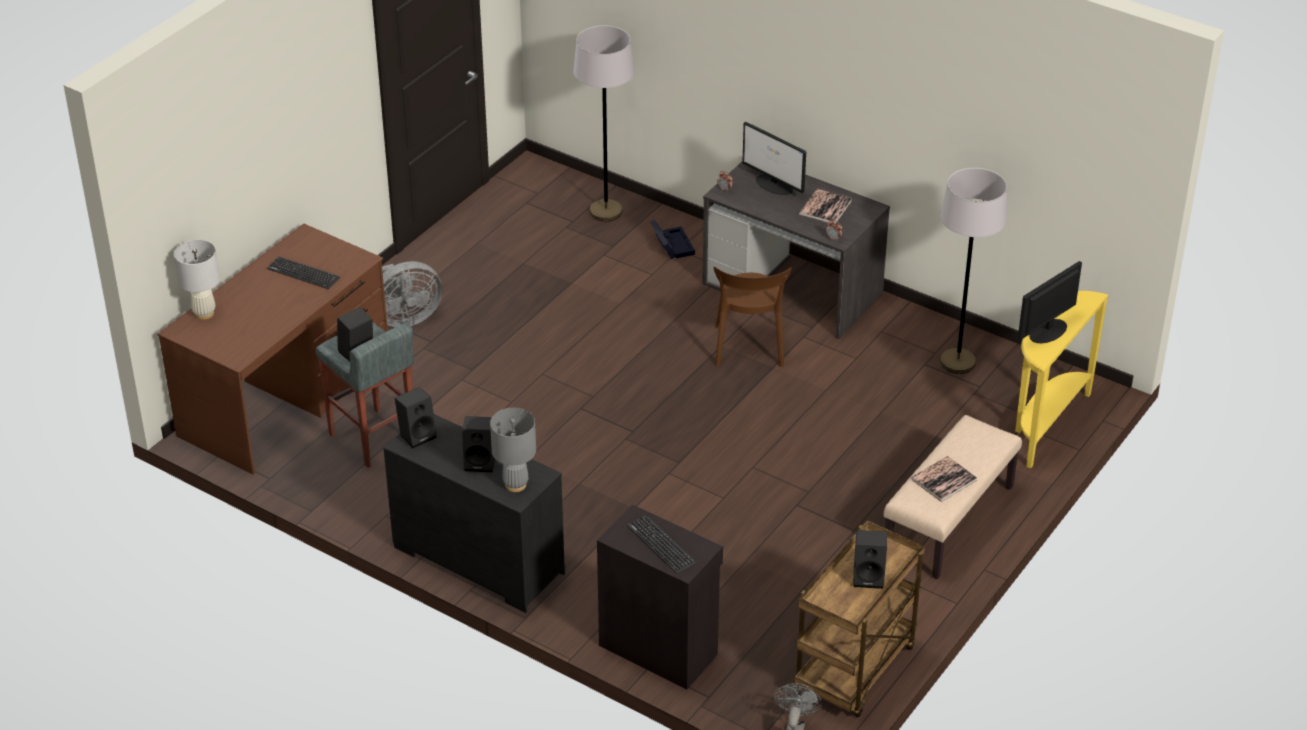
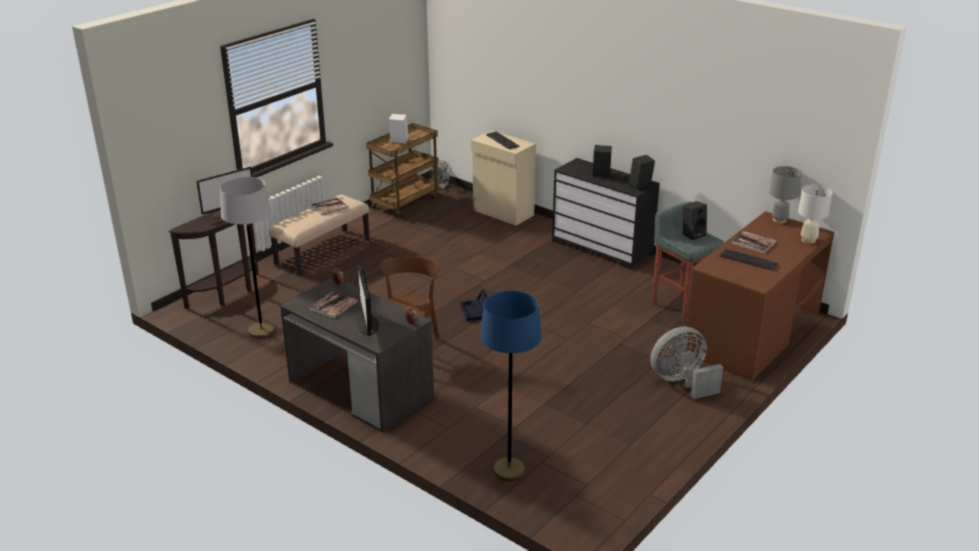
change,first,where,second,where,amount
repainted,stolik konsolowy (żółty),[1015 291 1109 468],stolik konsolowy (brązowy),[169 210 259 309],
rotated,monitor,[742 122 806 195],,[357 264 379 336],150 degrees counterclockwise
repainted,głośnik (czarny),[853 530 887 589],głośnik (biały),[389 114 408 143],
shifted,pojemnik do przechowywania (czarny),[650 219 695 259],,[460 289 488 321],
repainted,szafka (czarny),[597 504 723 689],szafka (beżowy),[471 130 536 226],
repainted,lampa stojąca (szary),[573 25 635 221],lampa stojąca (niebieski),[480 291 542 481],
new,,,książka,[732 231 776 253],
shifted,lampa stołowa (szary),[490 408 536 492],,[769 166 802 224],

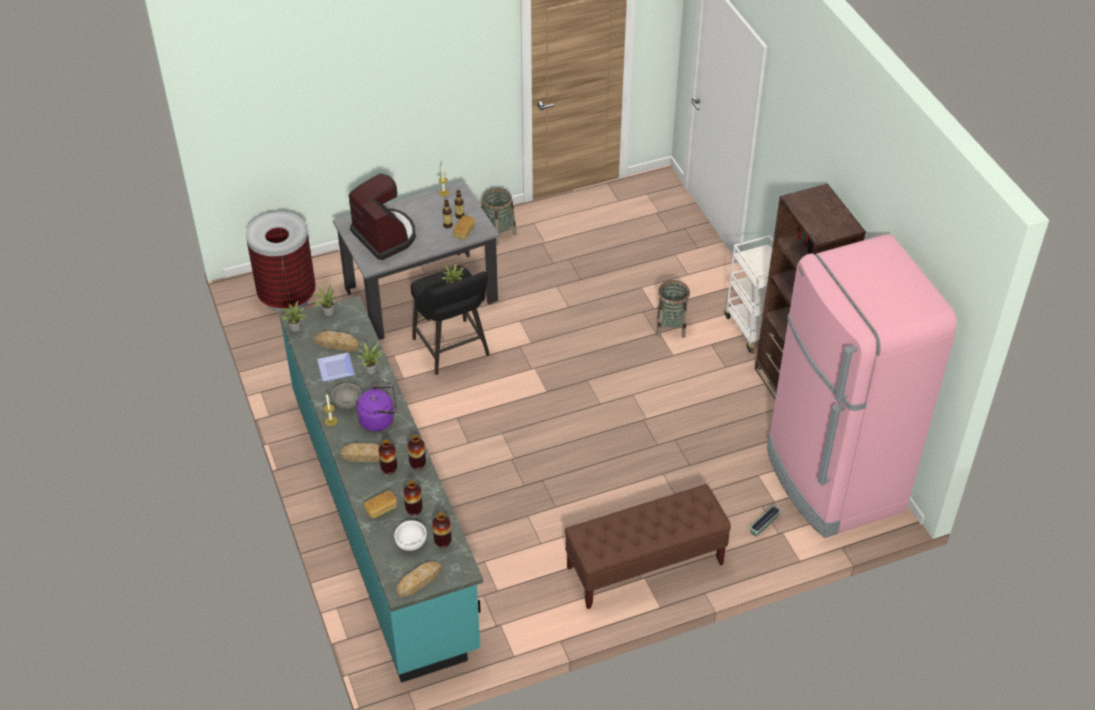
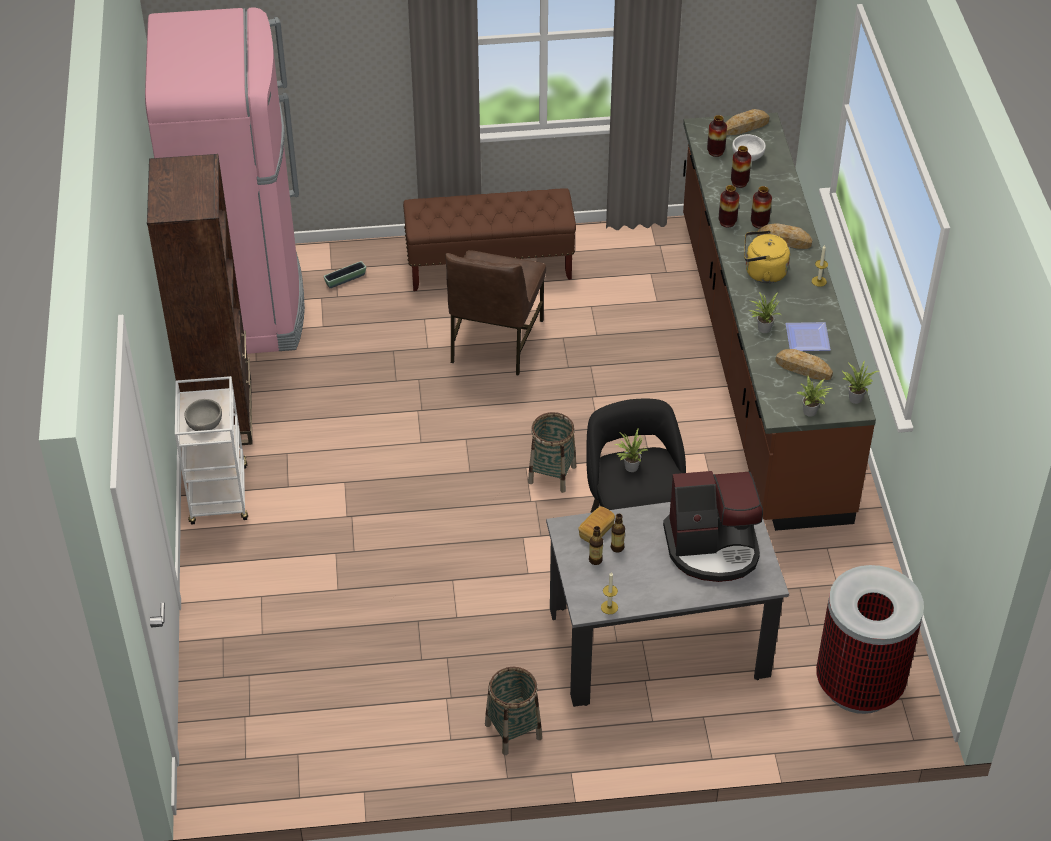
change,first,where,second,where,amount
shifted,miska (szary),[332 383 362 409],,[184 399 222 431],
new,,,krzesło (brązowy),[445 250 546 376],
shifted,koszyk,[656 280 690 338],,[528 412 576 493],
rotated,ekspres do kawy,[349 173 416 260],,[663 471 763 582],75 degrees counterclockwise
repainted,zabudowa kuchenna (turkusowy),[280 296 483 683],zabudowa kuchenna (brązowy),[683 113 876 531],
repainted,czajnik (fioletowy),[356 386 396 432],czajnik (żółty),[744 230 790 283],
gone,chleb,[364 490 397 518],,,

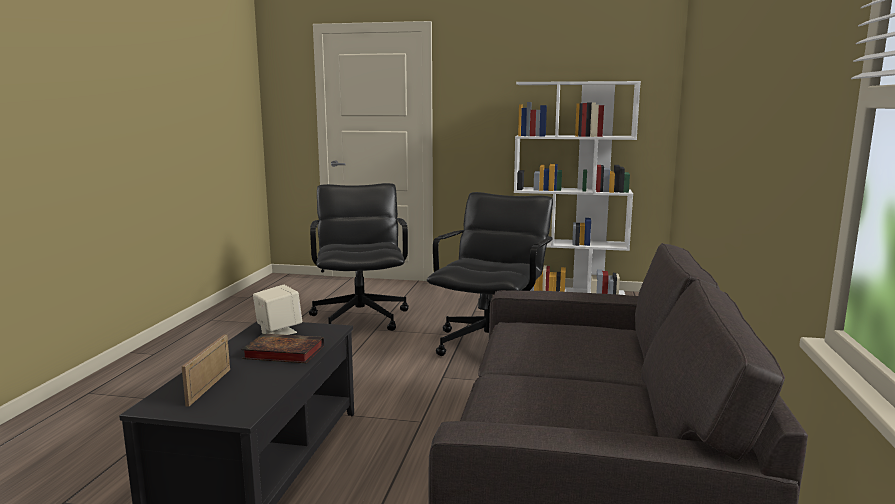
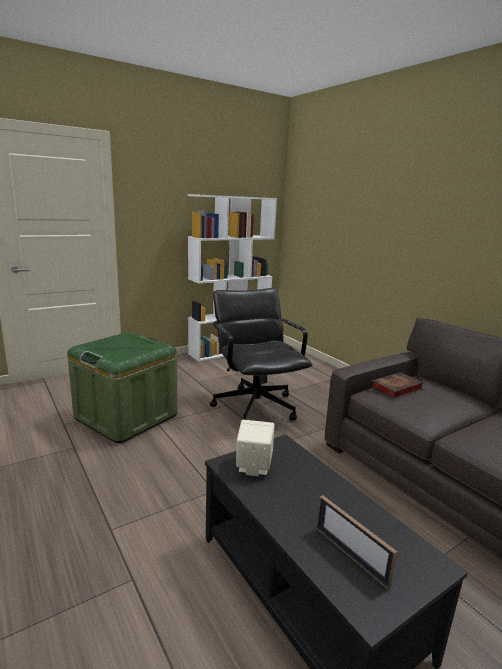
change,first,where,second,where,amount
swapped,krzesło biurowe (czarny),[309 183 409 331],pojemnik do przechowywania (zielony),[67 332 178 443],
shifted,książka,[241 333 324 363],,[371 372 424 398],

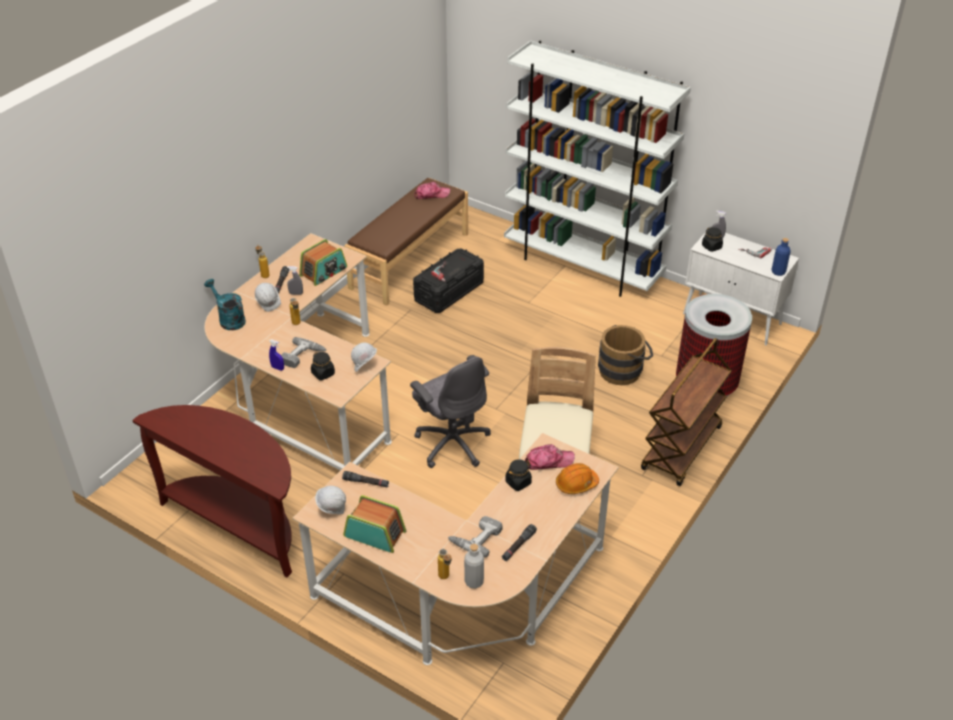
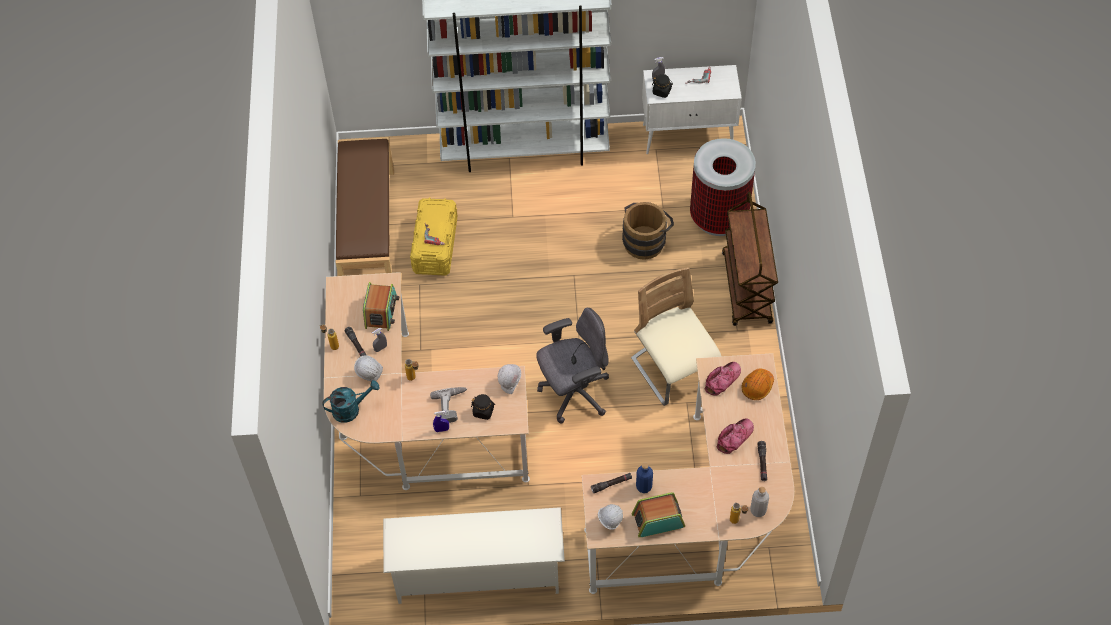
change,first,where,second,where,amount
rotated,konewka (turkusowy),[204 279 246 330],,[322 380 380 423],150 degrees clockwise
swapped,stolik konsolowy (brązowy),[132 405 292 577],regał na buty (biały),[383 507 565 604],
repainted,pojemnik do przechowywania (czarny),[413 249 484 313],pojemnik do przechowywania (żółty),[410 198 457 276],
rotated,krzesło biurowe (szary),[410 355 491 468],,[536 308 609 424],45 degrees counterclockwise
shifted,butelka (niebieski),[771 238 791 276],,[636 463 653 493],
shifted,czapka z daszkiem,[414 182 450 199],,[717 419 754 454],
gone,wiertarka,[448 516 502 557],,,
gone,słoik (czarny),[505 459 532 491],,,

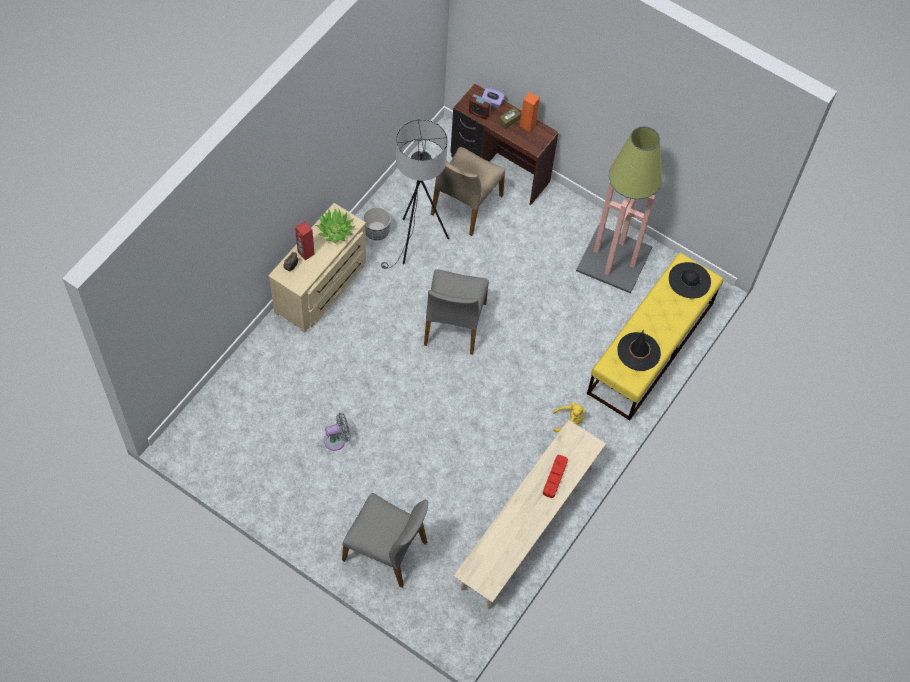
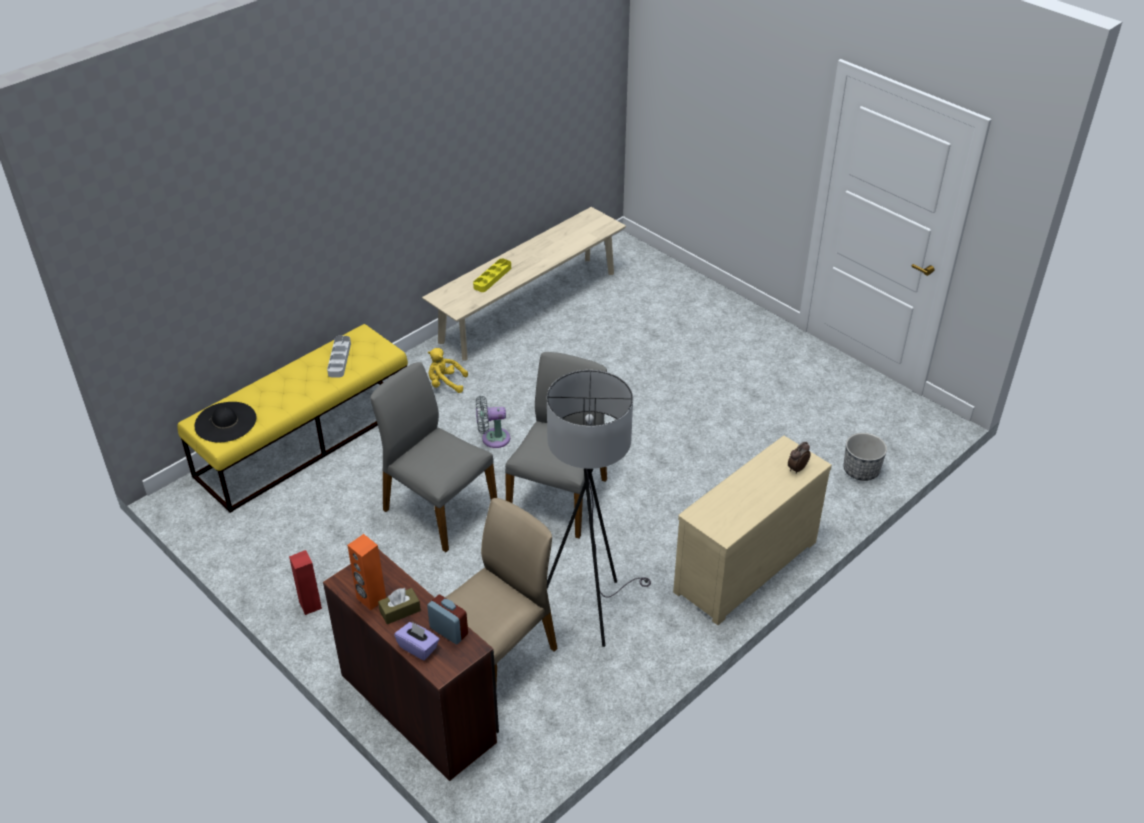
change,first,where,second,where,amount
shifted,głośnik (czerwony),[295 221 315 260],,[289 550 322 615],
swapped,kapelusz (czarny),[617 329 661 371],taca (szary),[327 336 351 377],
shifted,krzesło (szary),[342 493 428 588],,[370 362 497 552],
repainted,taca (czerwony),[543 455 568 498],taca (żółty),[473 258 511 292],
shifted,wentylator (szary),[324 413 351 451],,[476 396 510 448],
shifted,donica,[363 207 391 240],,[843 433 887 481],
gone,roślina doniczkowa,[316 208 356 243],,,
gone,lampa stojąca,[576 126 662 294],,,

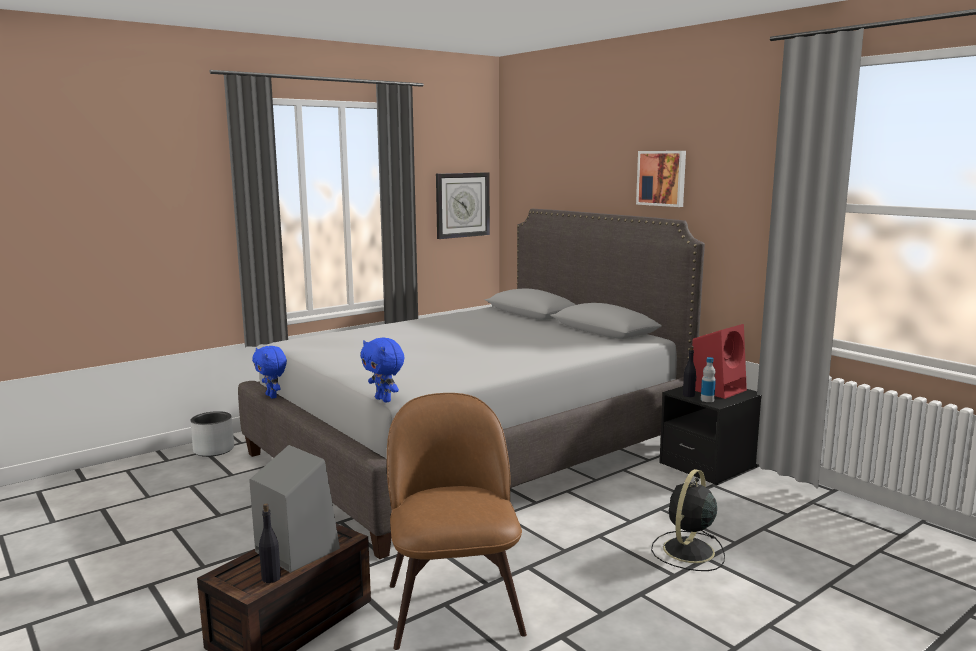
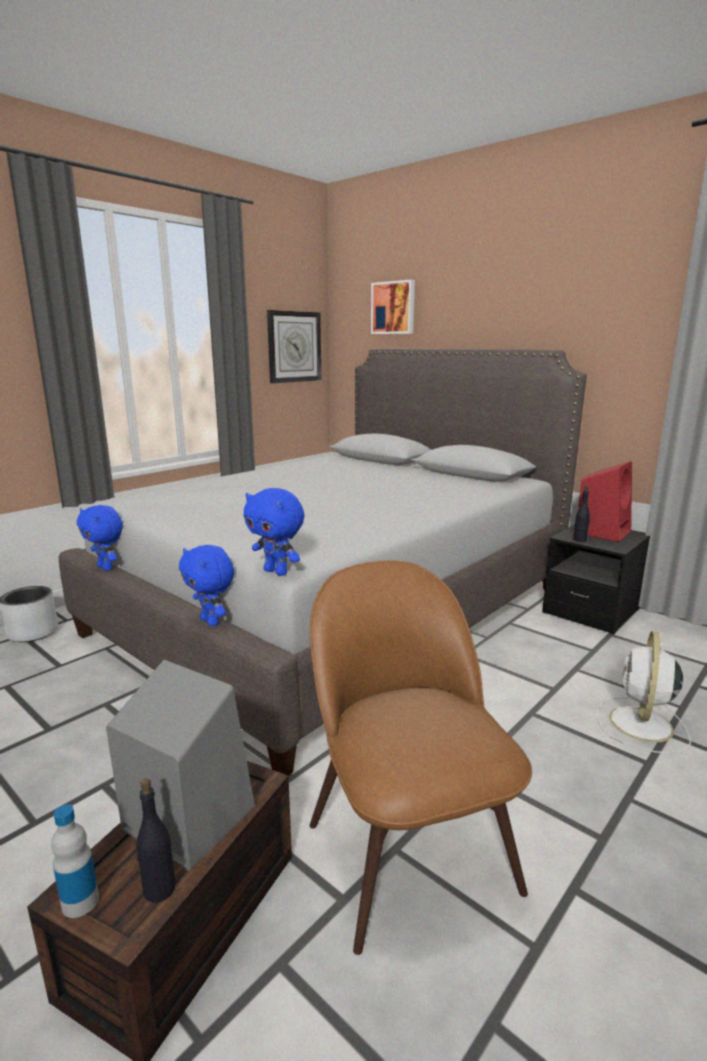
change,first,where,second,where,amount
shifted,butelka,[701 357 716 402],,[51 804 99 918],
new,,,pluszak (niebieski),[179 545 234 626],
shifted,obraz,[636 151 686 207],,[371 280 415 334],
repainted,wentylator (czarny),[651 469 725 571],wentylator (biały),[597 631 691 754],

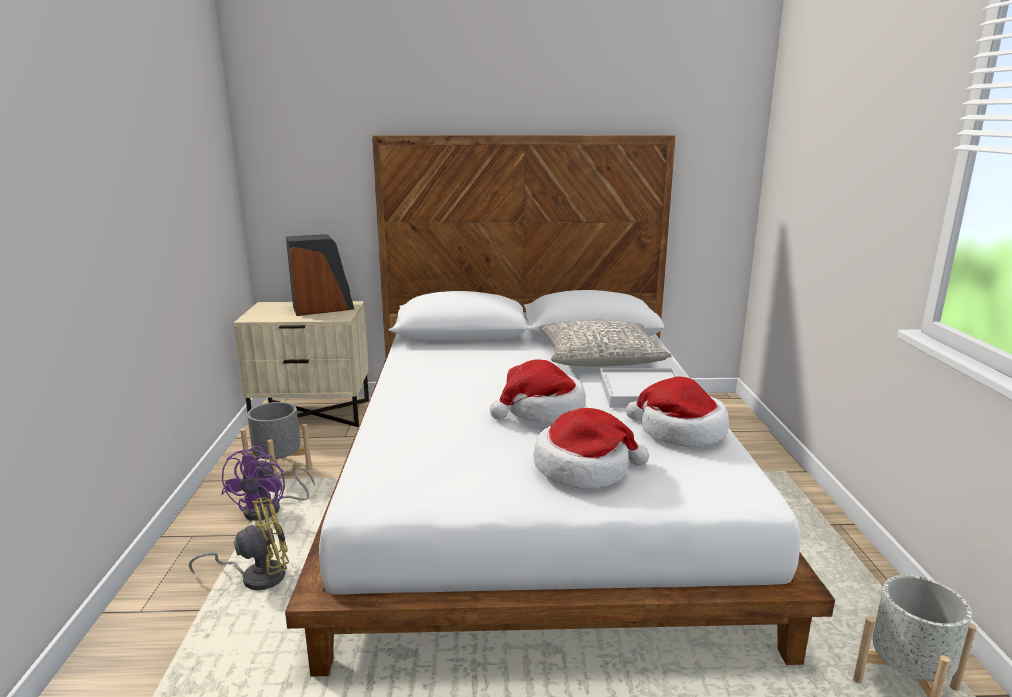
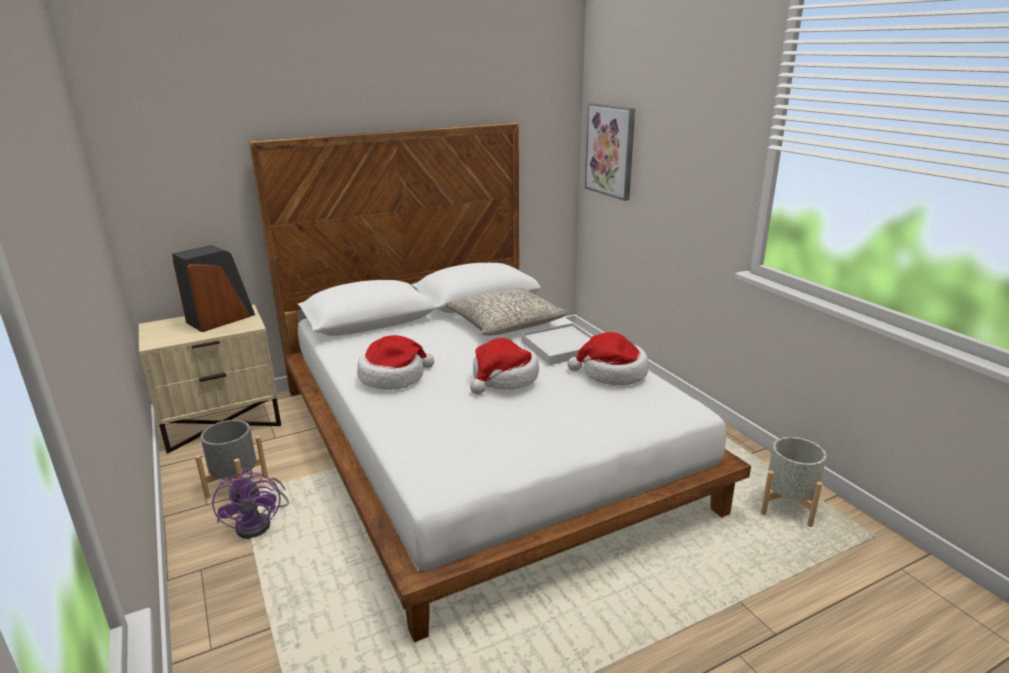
change,first,where,second,where,amount
shifted,kapelusz,[534 408 649 489],,[357 335 434 390],
new,,,obraz,[585 103 635 201],
gone,wentylator (żółty),[189 497 289 590],,,

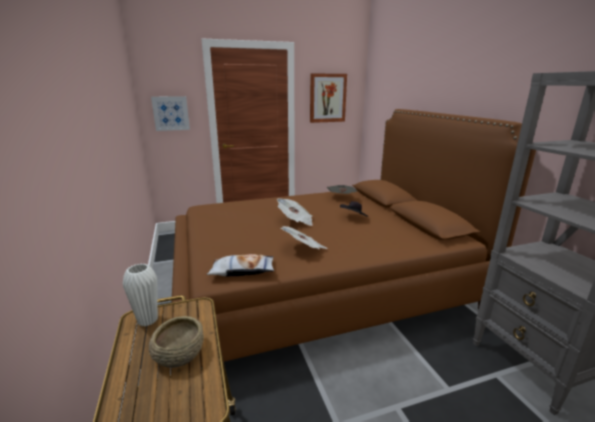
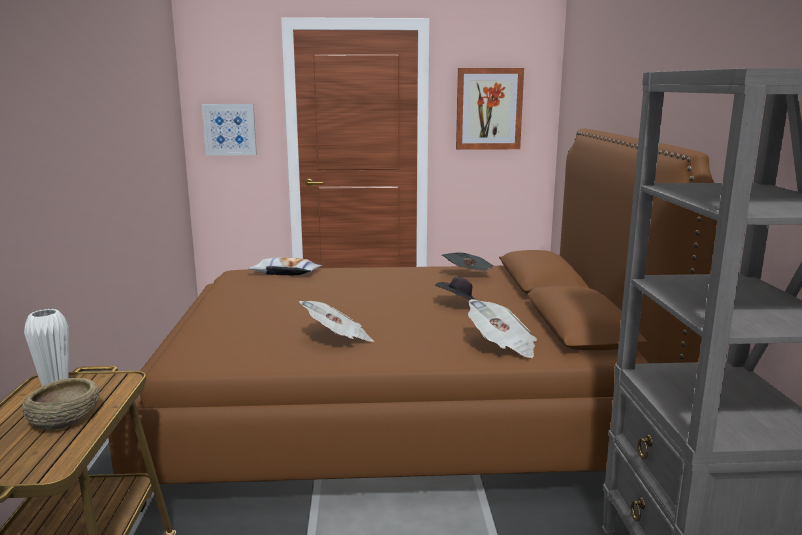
change,first,where,second,where,amount
shifted,poduszka,[207 254 275 276],,[248 257 323 276],
shifted,gazeta,[277 198 313 226],,[468 299 537 358],

